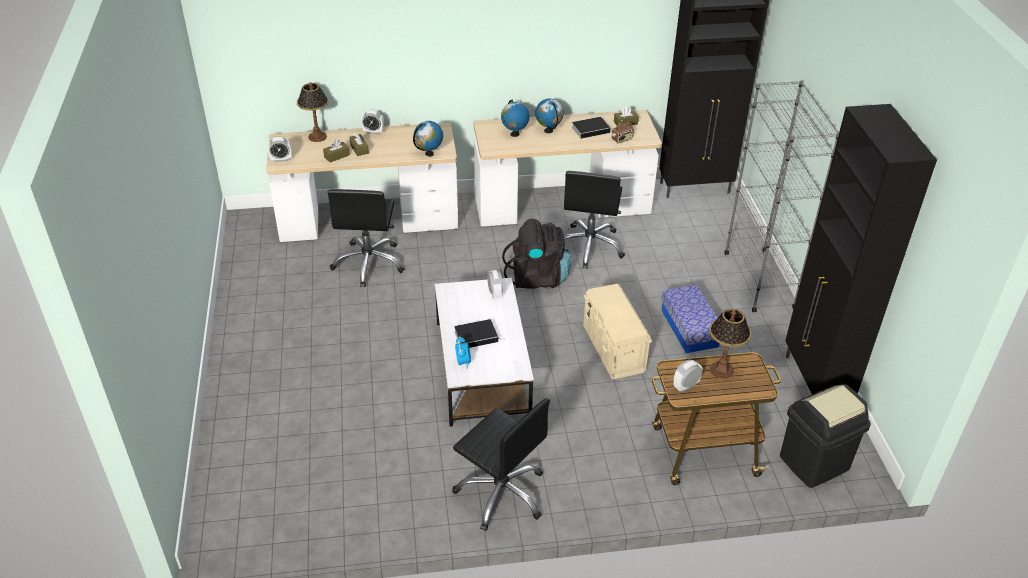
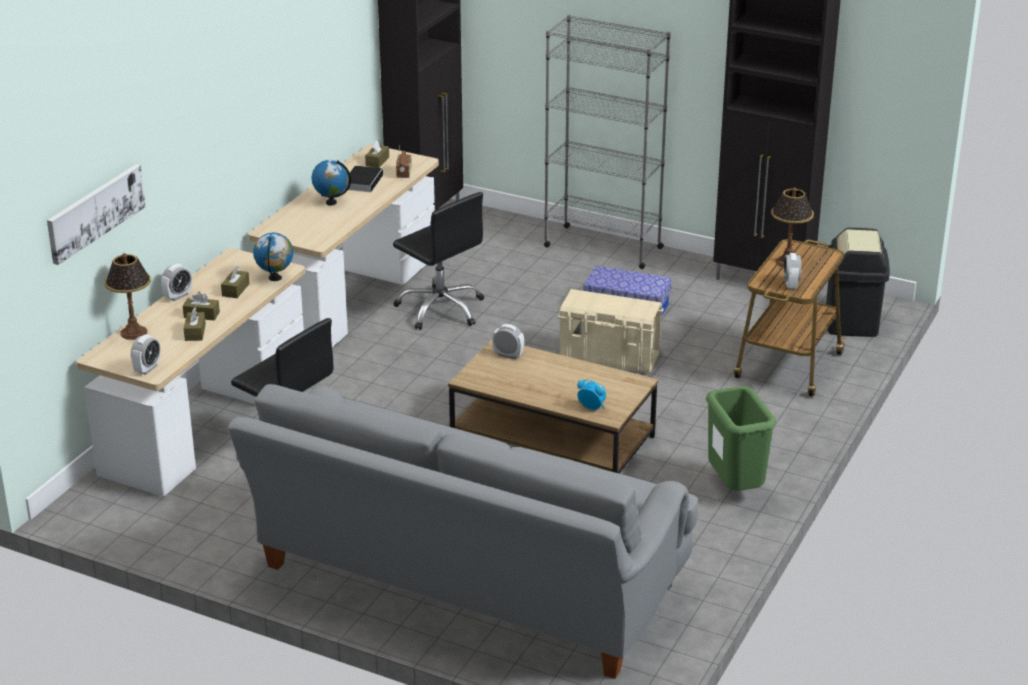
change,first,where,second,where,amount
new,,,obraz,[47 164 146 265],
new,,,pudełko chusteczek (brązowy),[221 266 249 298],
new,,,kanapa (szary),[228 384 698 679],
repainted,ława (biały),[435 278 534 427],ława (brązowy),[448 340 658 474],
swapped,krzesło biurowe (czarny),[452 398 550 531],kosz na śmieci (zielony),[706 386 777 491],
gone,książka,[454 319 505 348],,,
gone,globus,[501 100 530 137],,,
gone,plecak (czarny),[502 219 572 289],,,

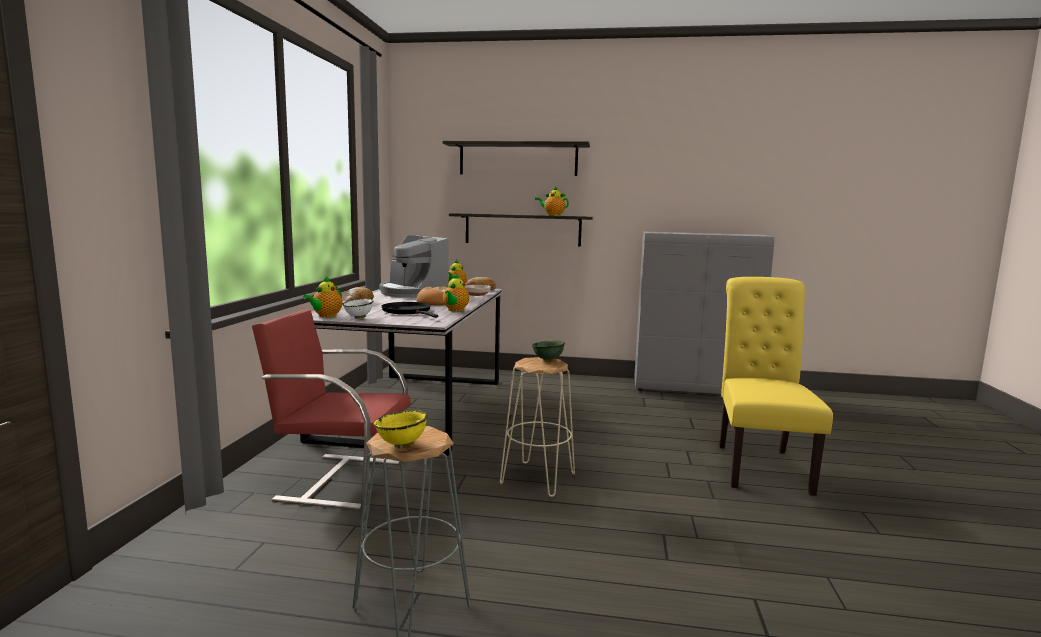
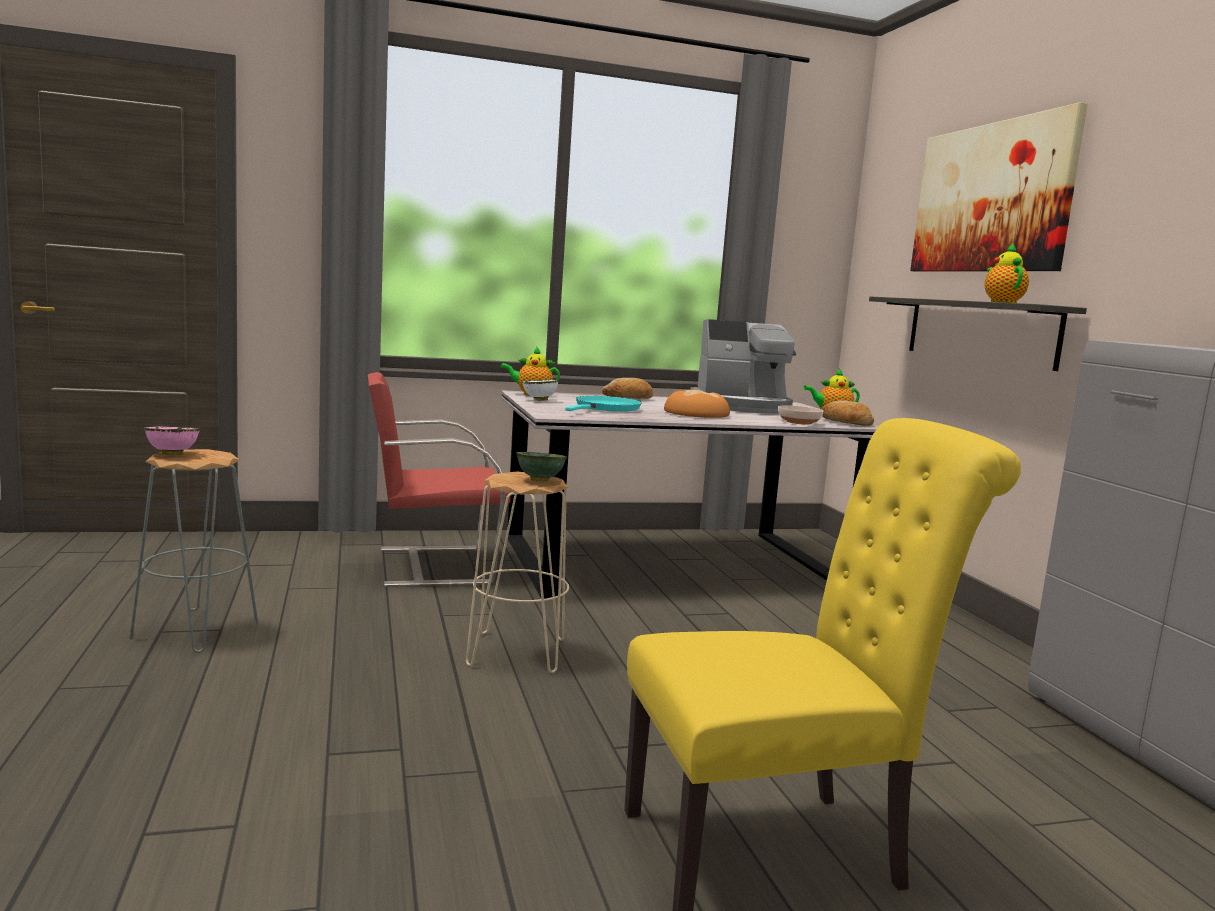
change,first,where,second,where,amount
repainted,miska (żółty),[374 410 428 448],miska (różowy),[144 427 200 455],
rotated,krzesło (czerwony),[252 309 411 510],,[368 372 510 587],90 degrees counterclockwise
repainted,patelnia (czarny),[381 302 438 318],patelnia (turkusowy),[565 396 641 412],
rotated,ekspres do kawy,[379 235 448 298],,[690 319 796 414],120 degrees counterclockwise
swapped,półka,[443 141 590 176],obraz,[910 102 1088 272],
gone,imbryk,[443 274 469 311],,,

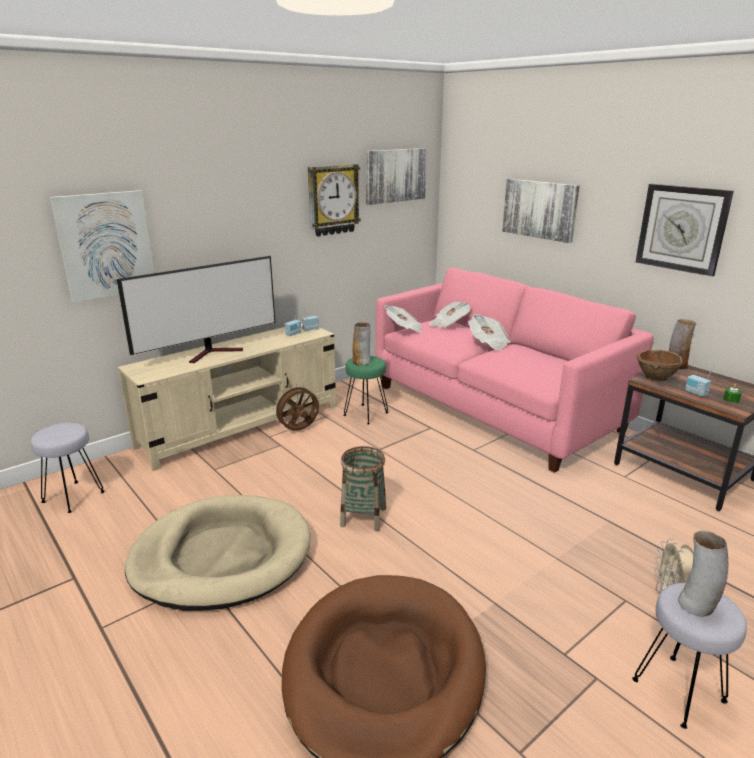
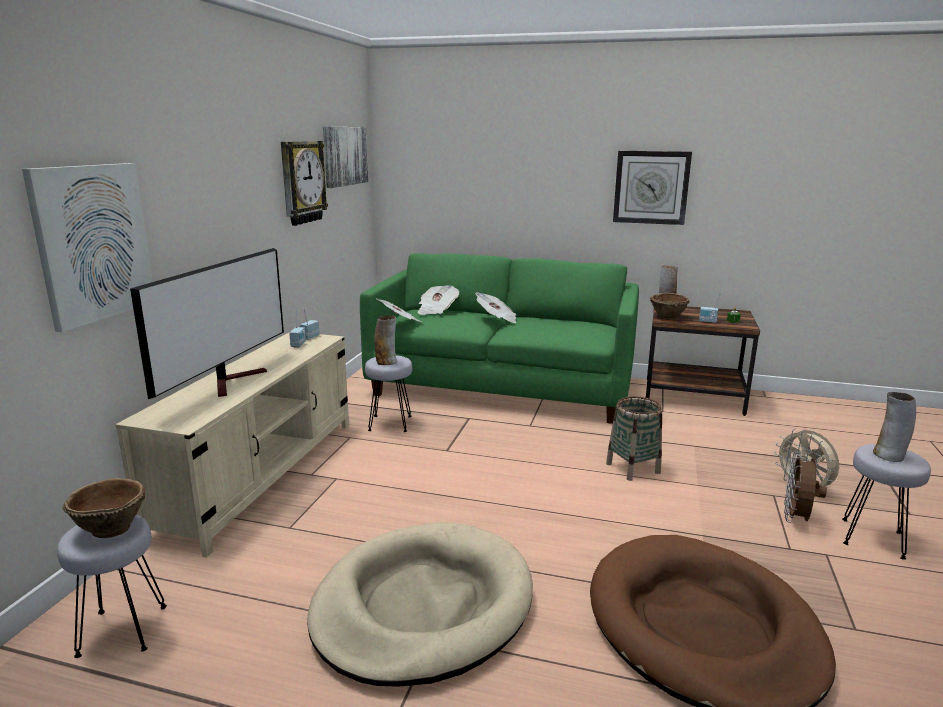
change,first,where,second,where,amount
new,,,miska (brązowy),[62 478 145 538],
repainted,kanapa (różowy),[376 268 654 473],kanapa (zielony),[360 253 639 424],
repainted,stołek (zielony),[343 356 388 425],stołek (szary),[365 355 412 432],
shifted,koszyk,[340 446 386 531],,[606 396 662 481],
shifted,wentylator (brązowy),[273 384 319 431],,[784 451 827 523],
gone,obraz,[502 179 580 243],,,

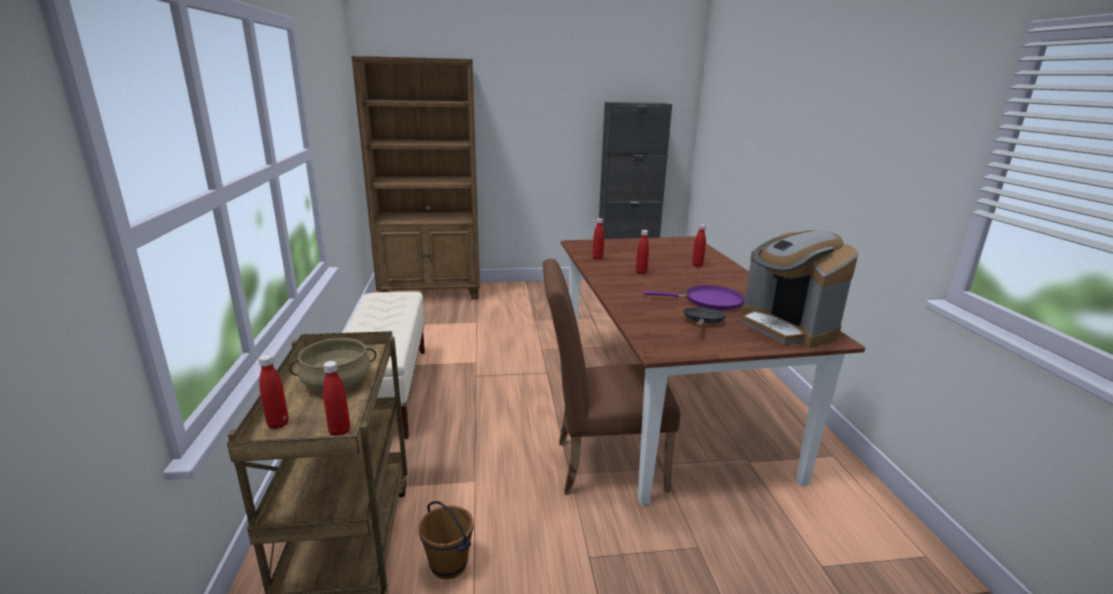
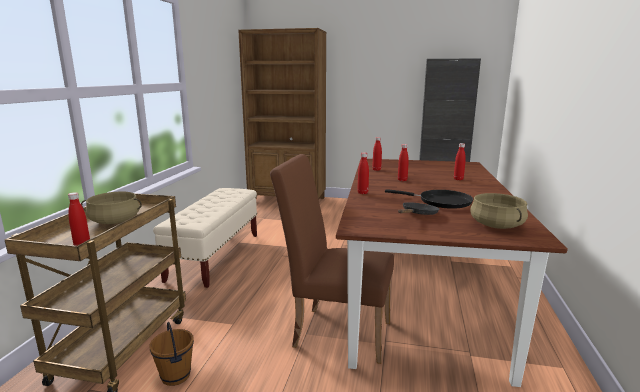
change,first,where,second,where,amount
shifted,butelka (czerwony),[259 355 289 429],,[357 153 369 194],
repainted,patelnia (fioletowy),[644 285 745 310],patelnia (czarny),[385 189 473 209],
swapped,ekspres do kawy,[742 230 859 348],garnek (beżowy),[470 193 528 229],

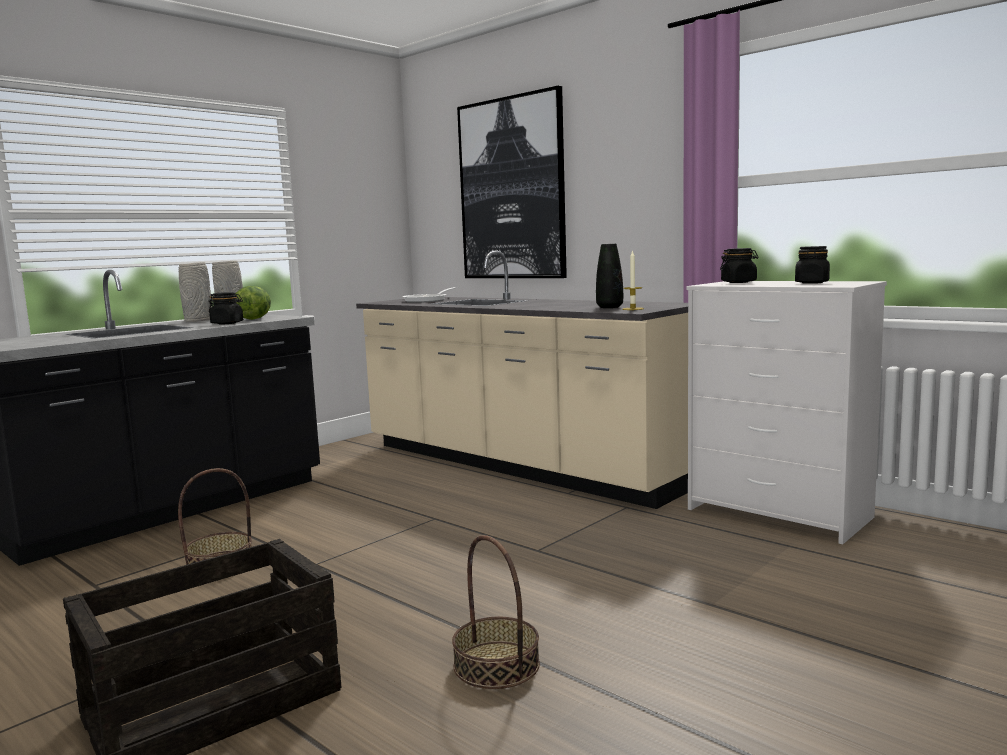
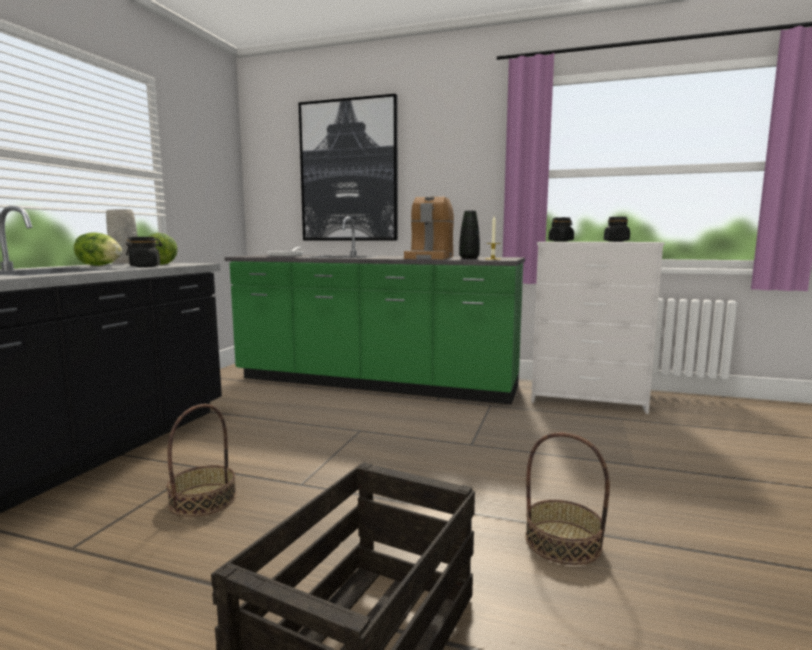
change,first,where,second,where,amount
swapped,wazon (szary),[179 262 212 322],sałata,[74 232 122 266],
repainted,zabudowa kuchenna (beżowy),[356 251 688 509],zabudowa kuchenna (zielony),[225 217 525 405],
new,,,ekspres do kawy,[404 196 454 259],

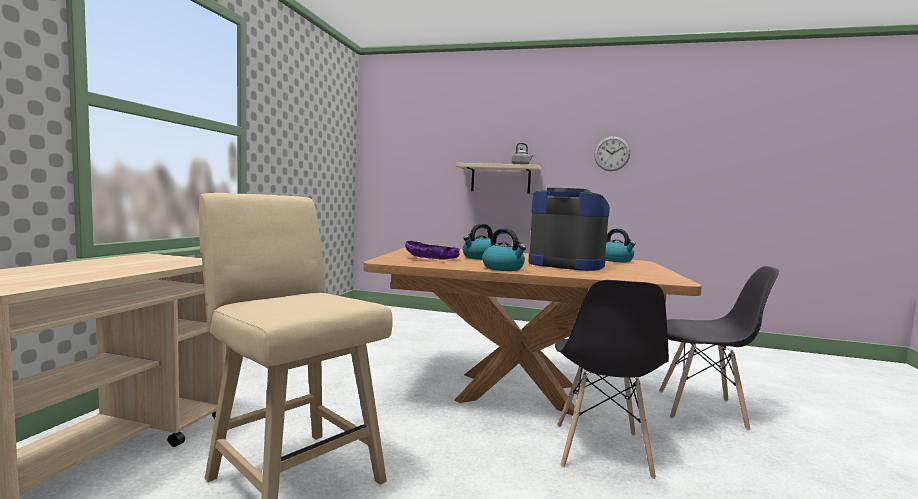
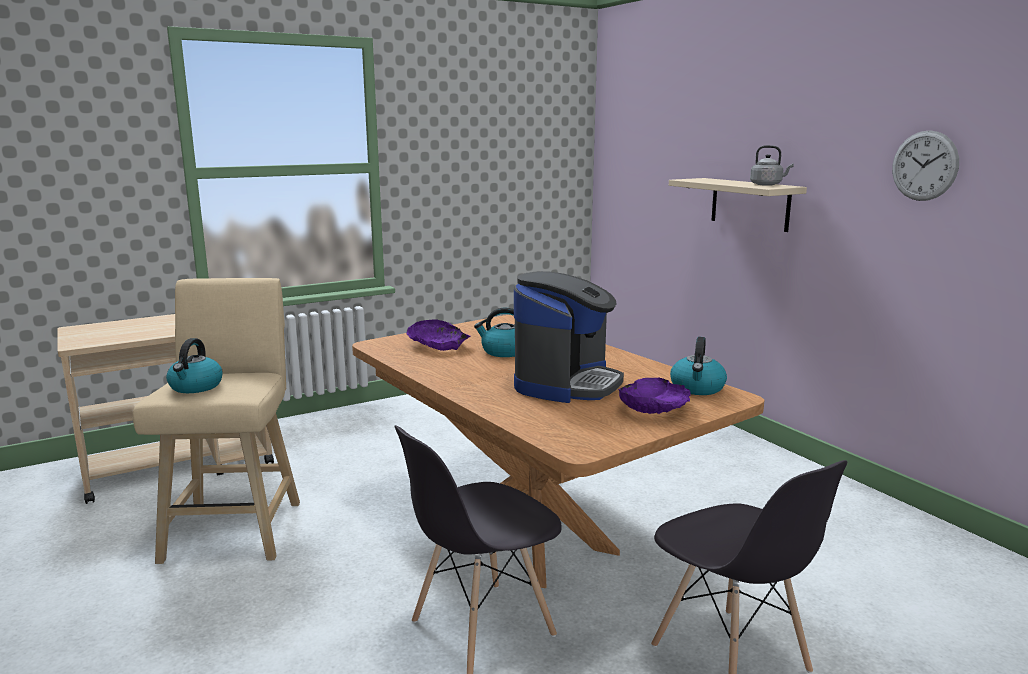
change,first,where,second,where,amount
shifted,czajnik,[482 228 526 271],,[166 338 223 393],
rotated,ekspres do kawy,[528 188 610 271],,[514 271 624 403],45 degrees clockwise
new,,,miska (fioletowy),[619 377 691 414],

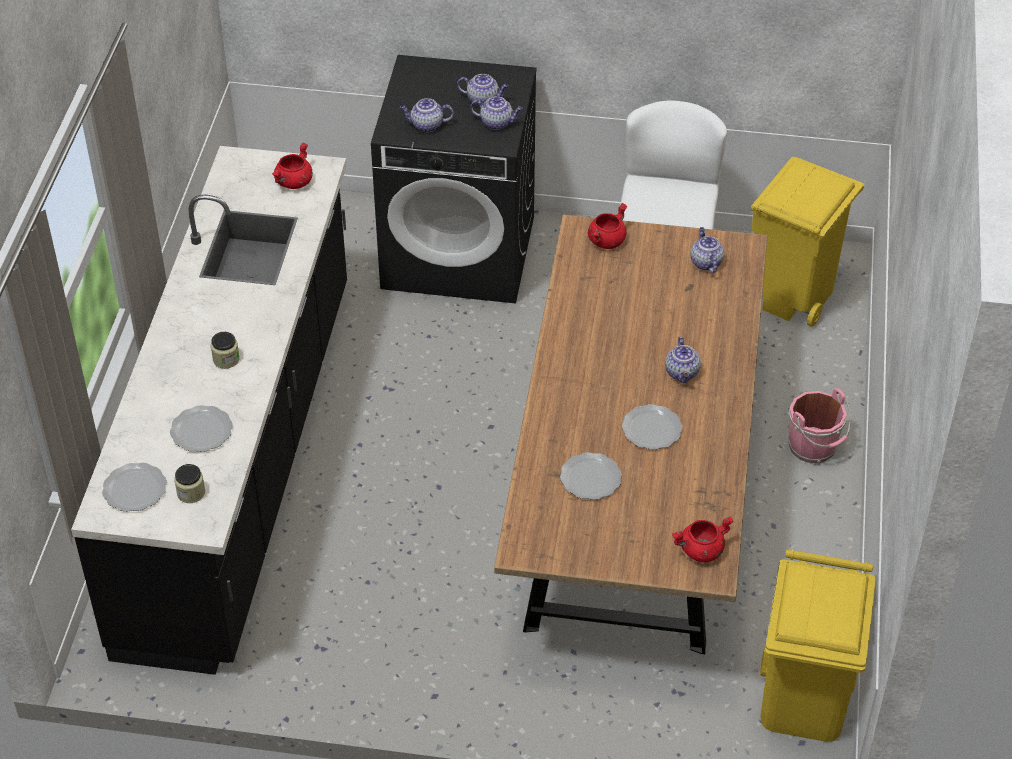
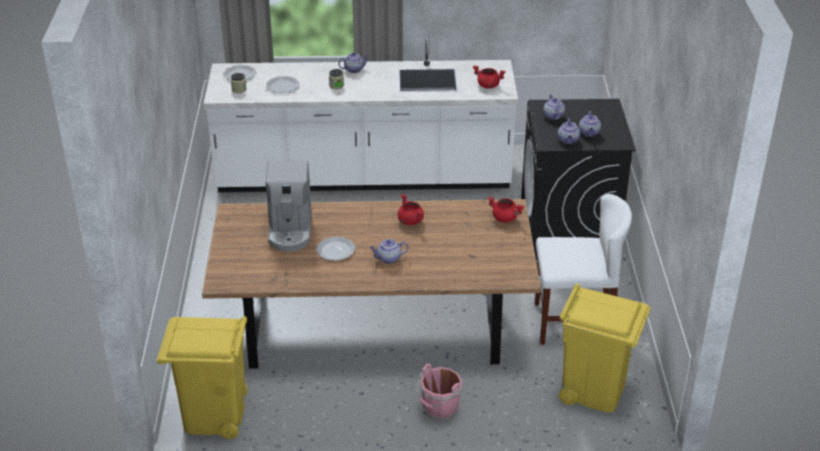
change,first,where,second,where,amount
repainted,zabudowa kuchenna (czarny),[71 146 347 675],zabudowa kuchenna (biały),[204 35 518 192],
swapped,talerz,[560 452 622 500],ekspres do kawy,[266 160 311 252],
shifted,imbryk,[690 227 725 273],,[338 53 369 73],
shifted,garnek (czerwony),[672 516 734 562],,[398 194 424 225],

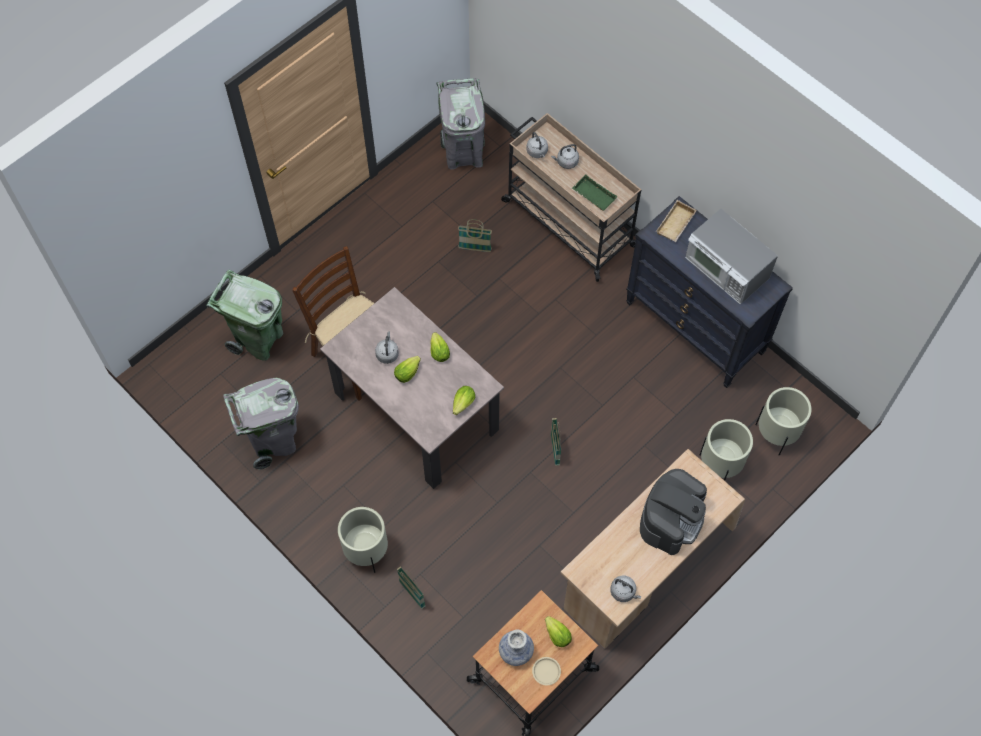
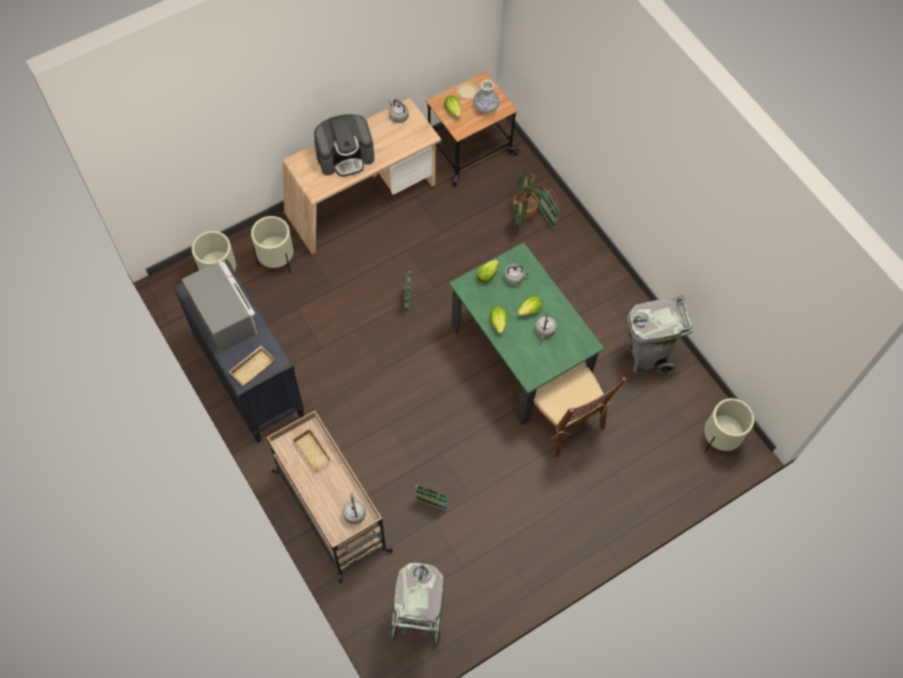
change,first,where,second,where,amount
repainted,taca (zielony),[572 174 618 211],taca (beżowy),[292 428 333 472],
rotated,ekspres do kawy,[640 469 707 555],,[314 114 375 177],150 degrees counterclockwise
repainted,stół jadalny (beżowy),[320 287 504 489],stół jadalny (zielony),[449 243 604 426],
shifted,czajnik (szary),[551 144 579 169],,[504 264 531 285],
new,,,roślina doniczkowa,[511 173 544 226],
shifted,donica (beżowy),[338 507 388 573],,[704 398 754 452],
gone,kosz na śmieci (zielony),[206 269 283 361],,,

